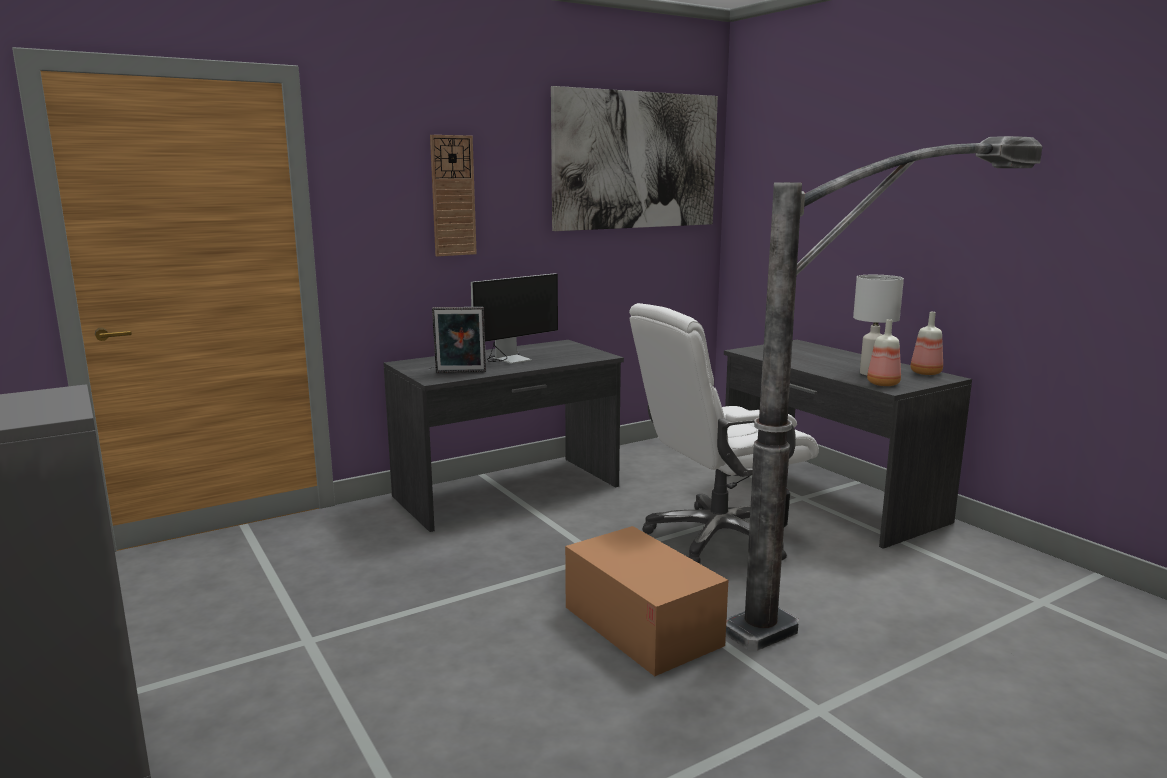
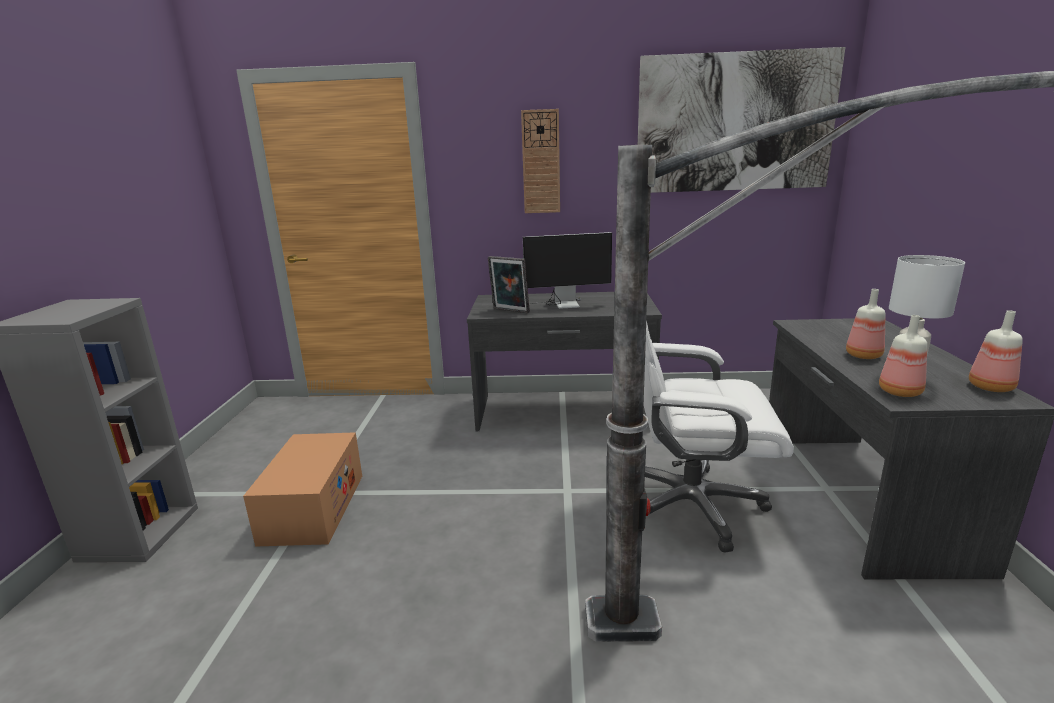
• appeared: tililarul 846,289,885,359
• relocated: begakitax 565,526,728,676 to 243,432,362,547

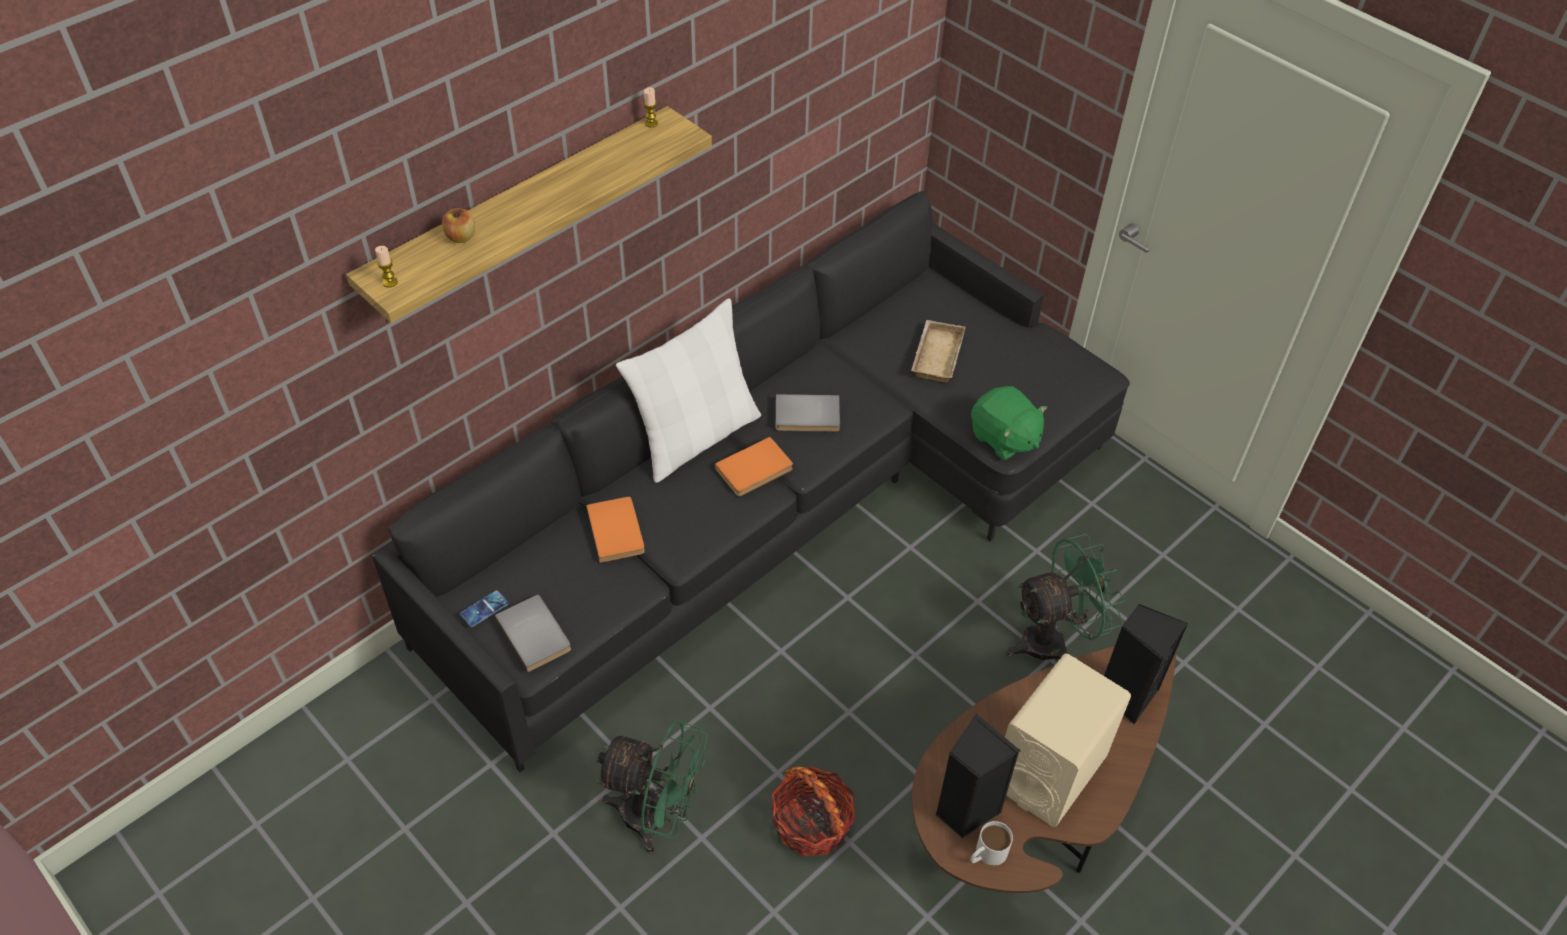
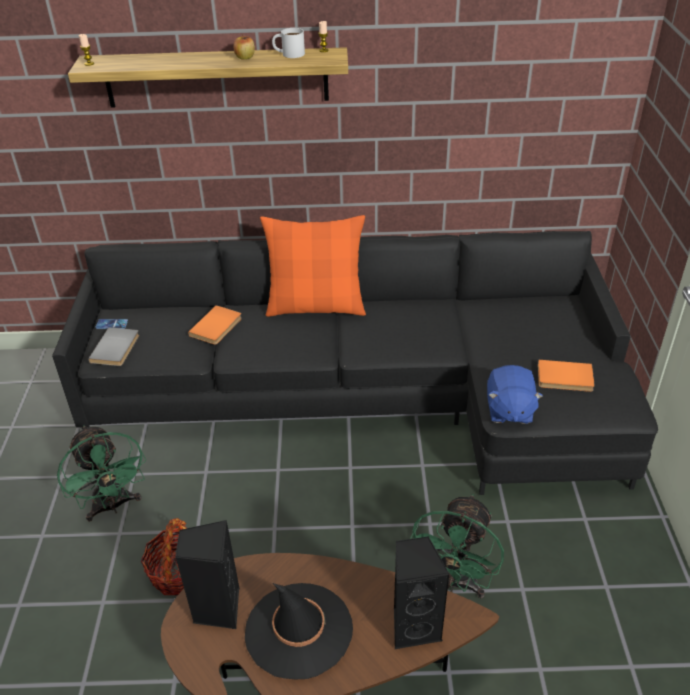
• missing: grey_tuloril 776,394,840,432
• missing: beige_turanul 911,320,966,382
• relocated: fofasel 442,208,475,243 to 234,34,255,60
• relocated: orange_tuloril 715,437,793,496 to 538,360,595,392
• relocated: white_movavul 970,821,1013,866 to 272,28,305,58
• exchanged: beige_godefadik 1005,654,1131,827 to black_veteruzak 245,583,353,679
• colour: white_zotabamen 616,298,761,483 to orange_zotabamen 260,215,366,317
• colour: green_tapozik 971,386,1047,460 to blue_tapozik 487,365,543,424
• spun: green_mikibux 1006,534,1126,660 = 410,494,504,598 90 degrees clockwise

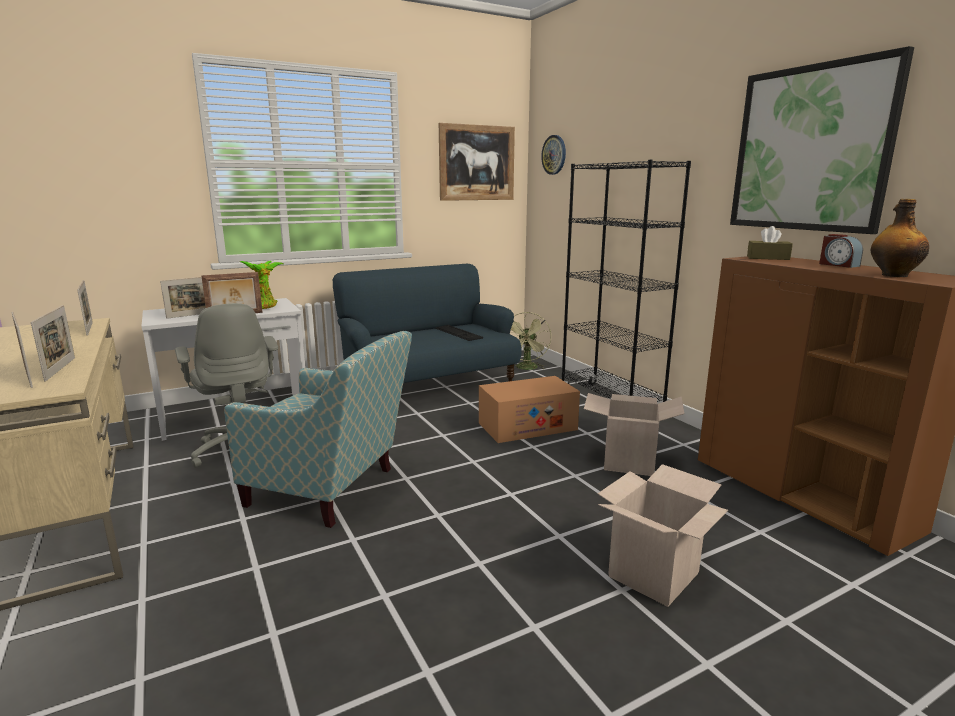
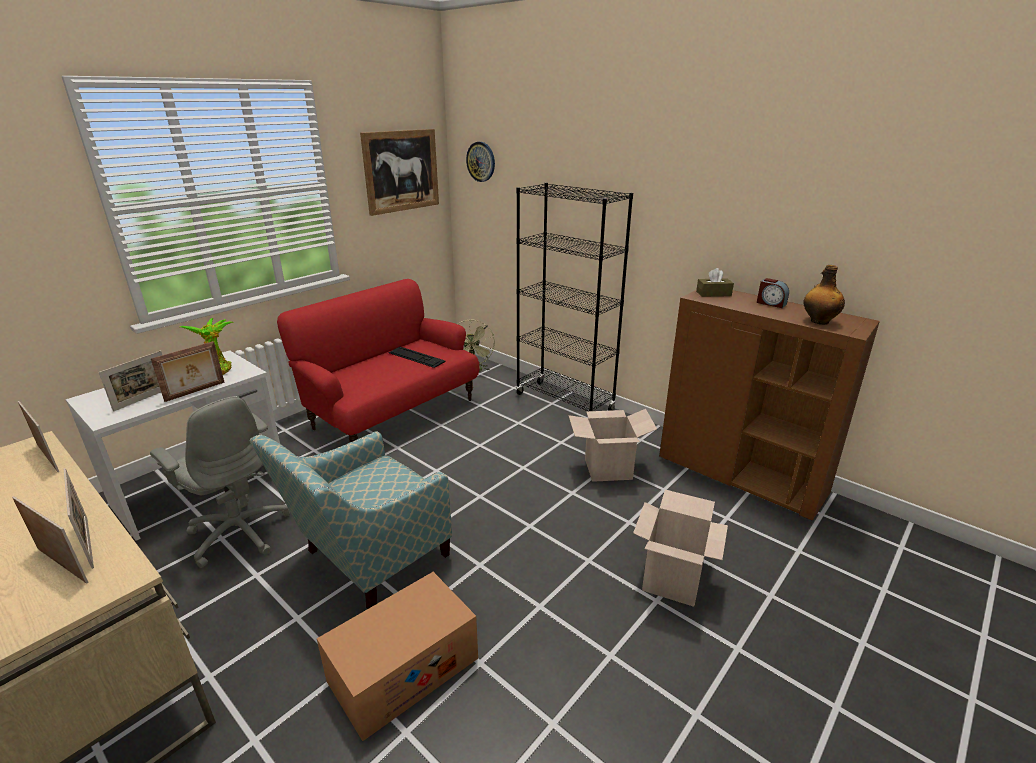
• missing: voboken 730,46,914,234
• relocated: begakitax 479,376,580,443 to 317,572,478,741
• colour: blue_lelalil 333,264,522,383 to red_lelalil 277,279,480,443
• spun: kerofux 224,331,412,528 = 250,431,452,609 135 degrees clockwise

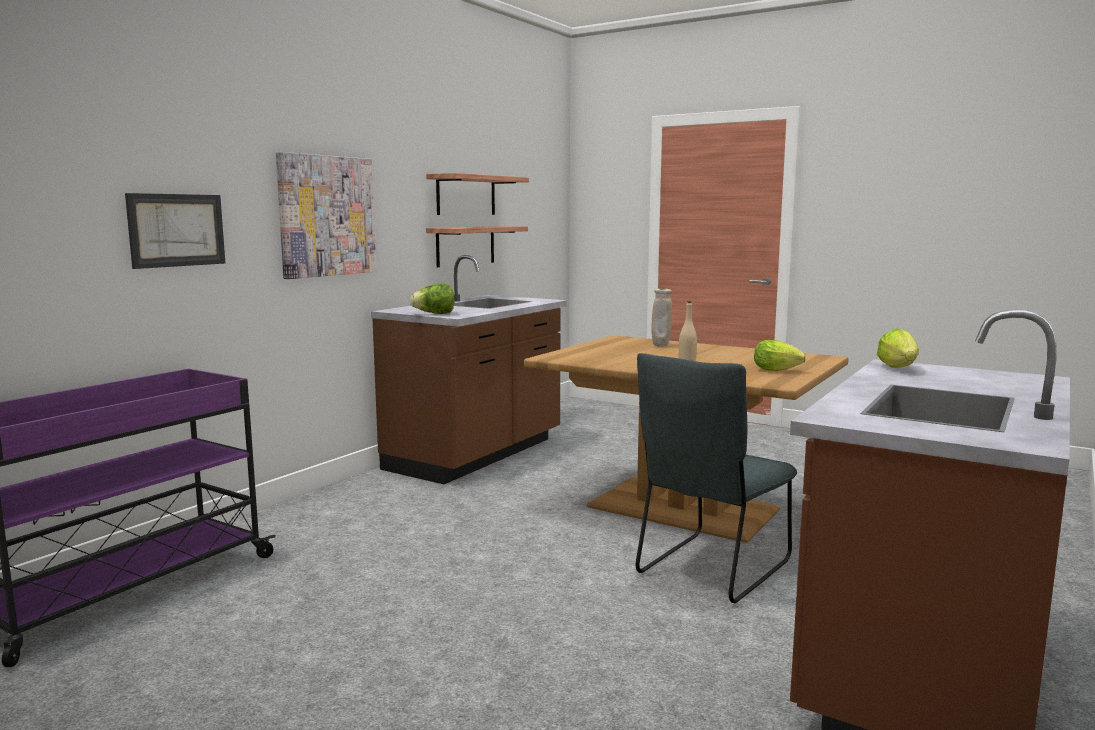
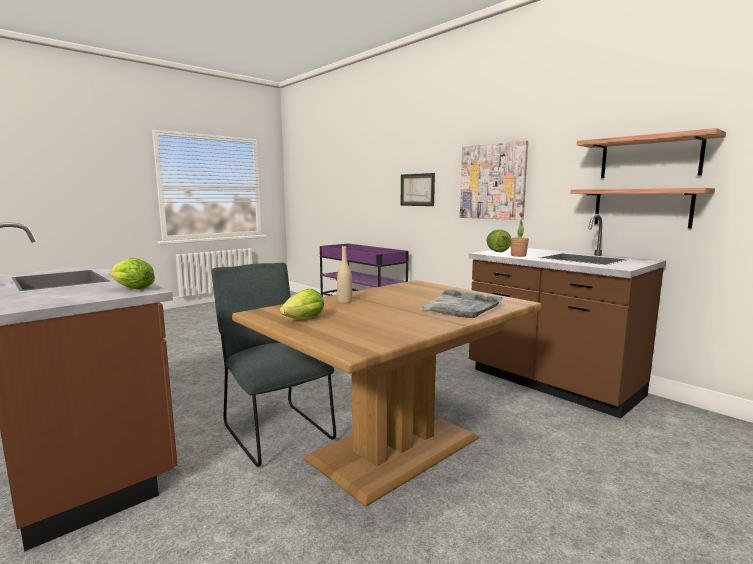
• appeared: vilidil 510,212,529,257
• exchanged: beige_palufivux 651,288,672,346 to grey_turanul 419,290,503,318

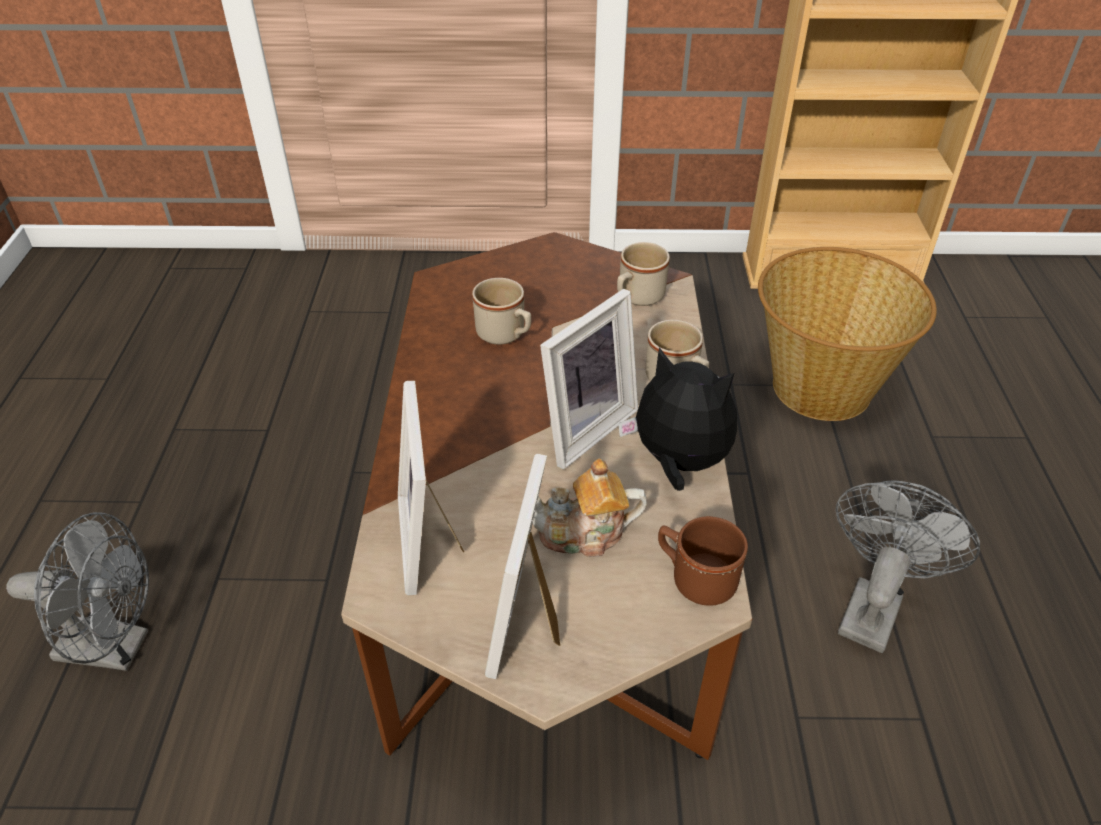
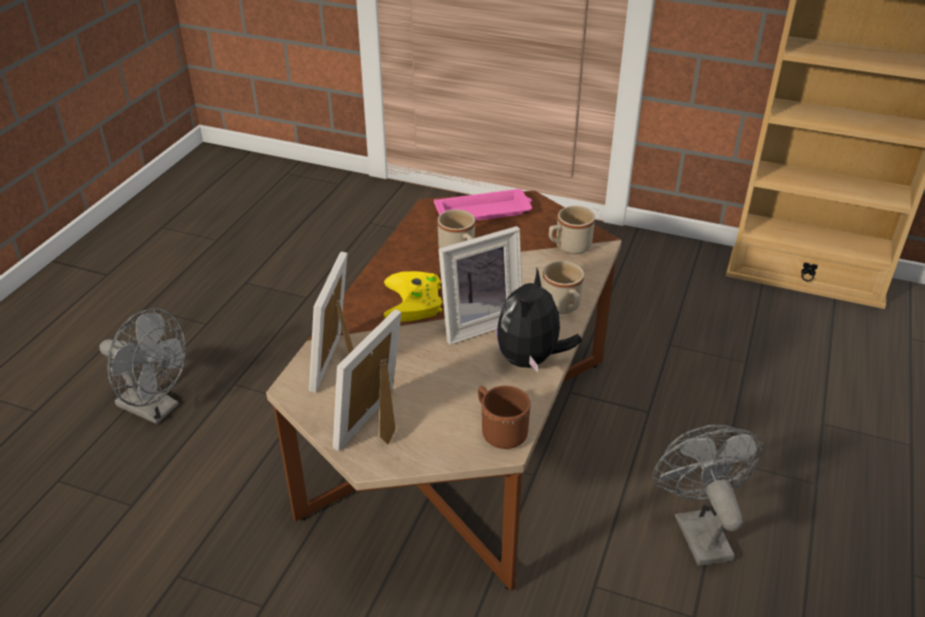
• missing: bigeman 533,459,647,557
• missing: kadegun 758,247,937,421
• appeared: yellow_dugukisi 384,271,442,322
• appeared: pink_turanul 434,189,532,221
• spun: tapozik 618,347,737,491 = 496,268,582,373 120 degrees counterclockwise
• spun: grey_mikibux 836,480,980,653 = 653,424,763,566 60 degrees counterclockwise

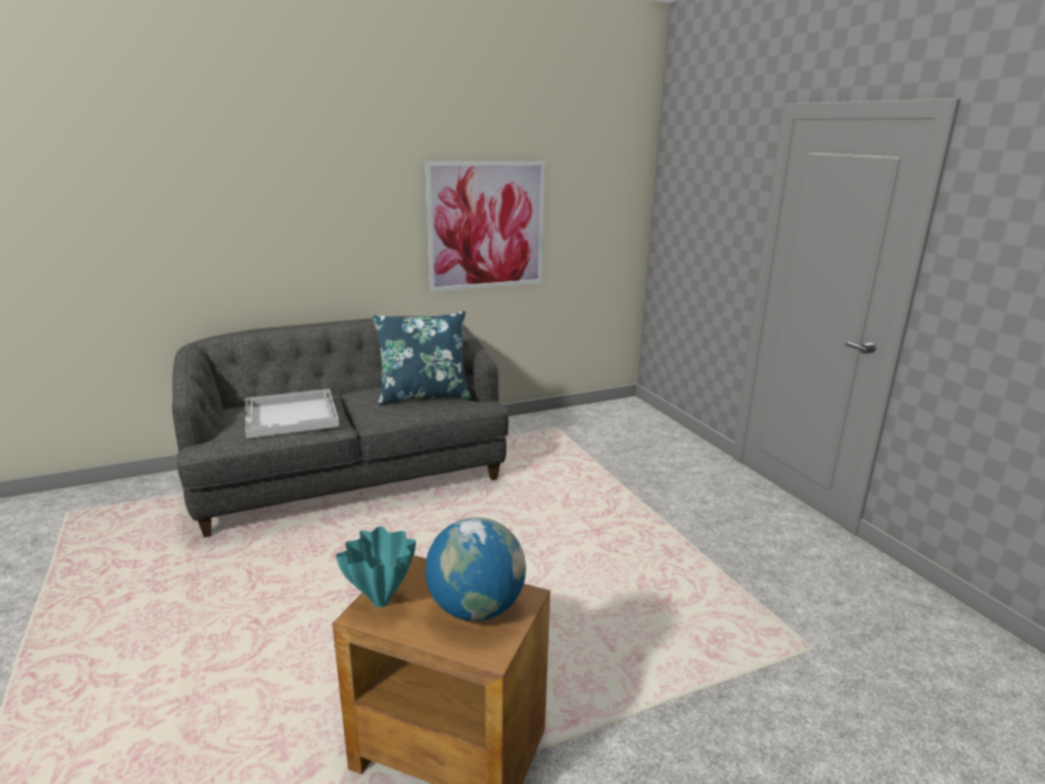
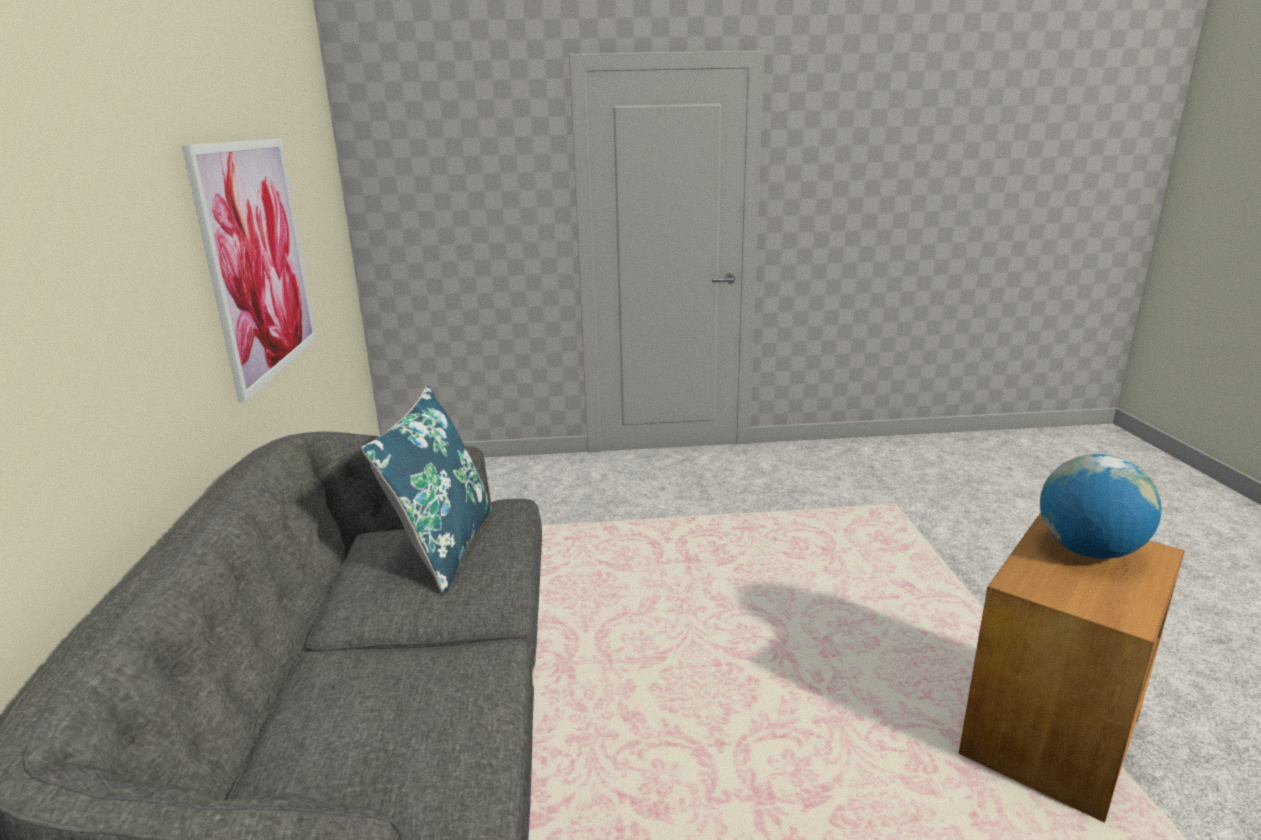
• missing: white_turanul 245,389,339,439
• missing: turquoise_palufivux 336,527,416,607

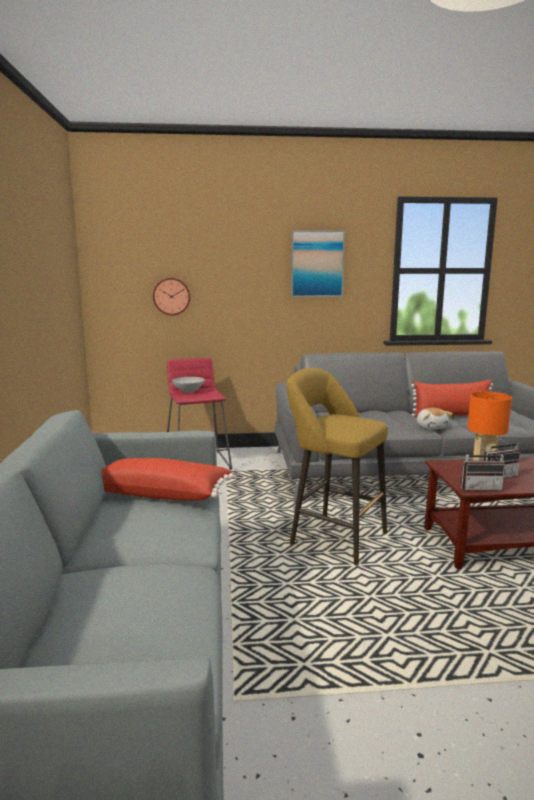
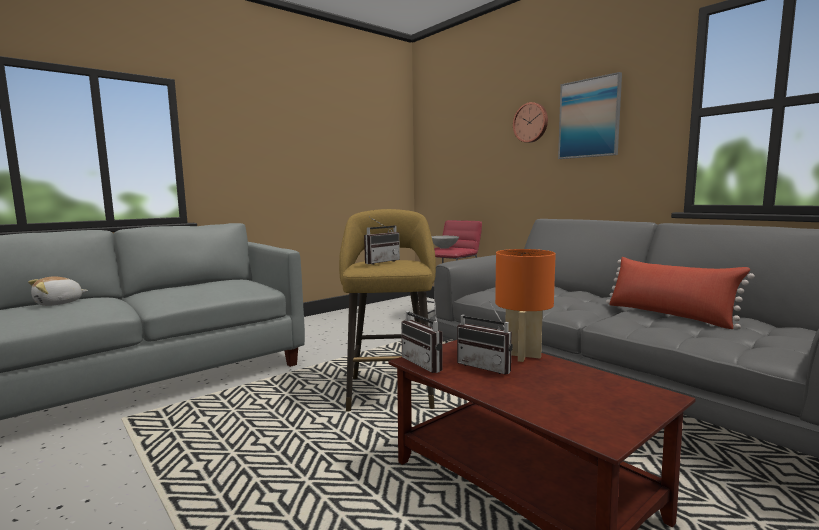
• missing: red_zotabamen 101,458,234,501
• appeared: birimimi 364,217,400,265
• relocated: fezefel 153,278,190,315 to 513,102,548,143
• relocated: tapozik 417,408,453,429 to 28,277,88,306

